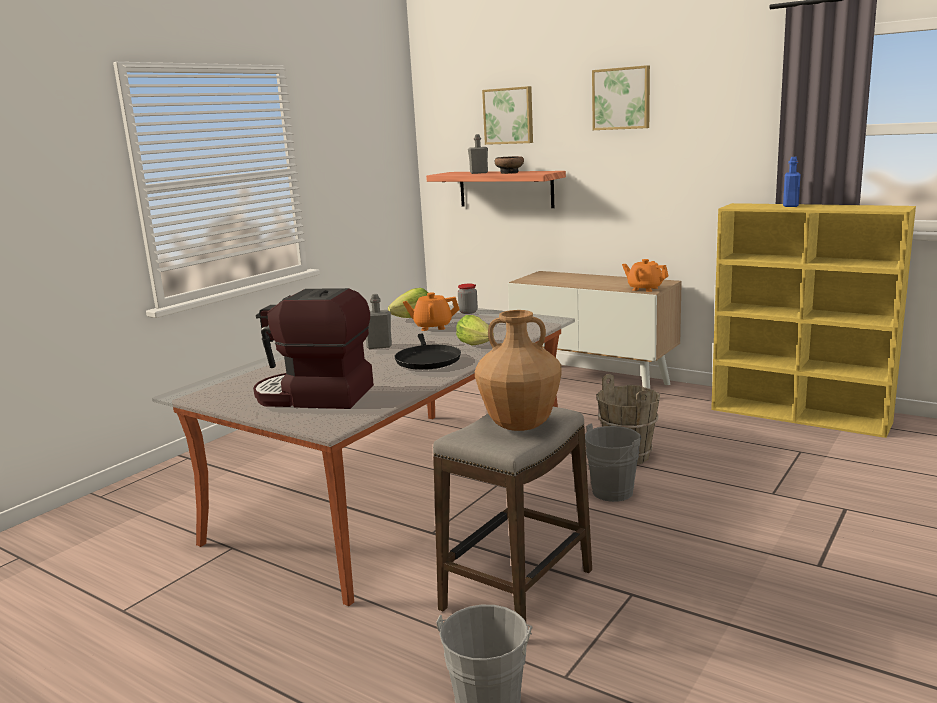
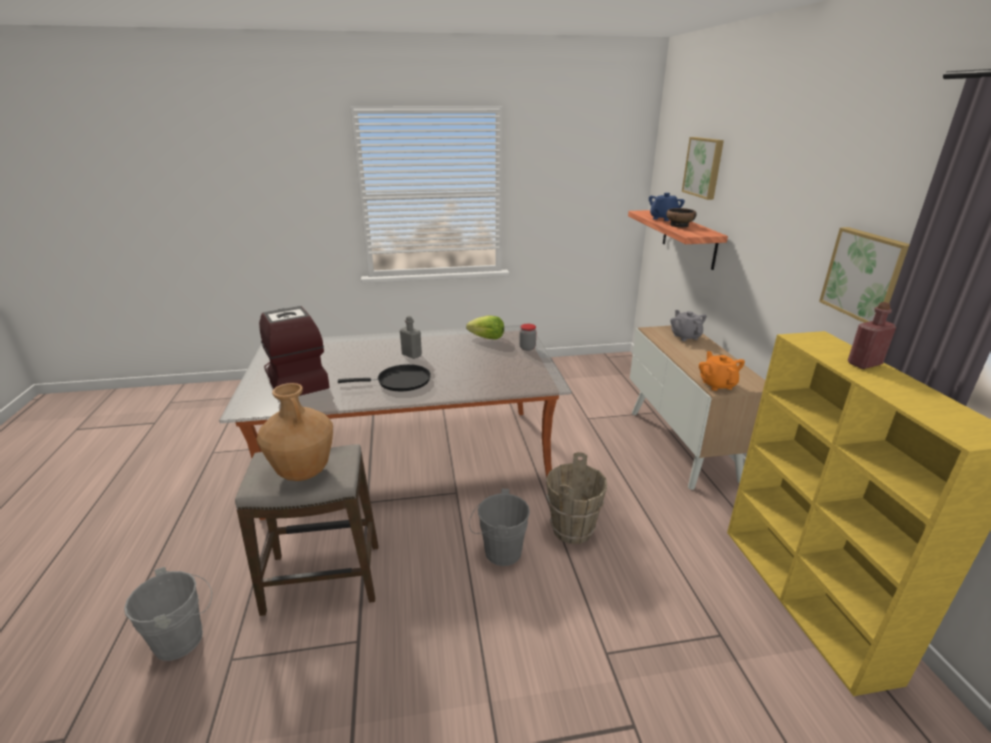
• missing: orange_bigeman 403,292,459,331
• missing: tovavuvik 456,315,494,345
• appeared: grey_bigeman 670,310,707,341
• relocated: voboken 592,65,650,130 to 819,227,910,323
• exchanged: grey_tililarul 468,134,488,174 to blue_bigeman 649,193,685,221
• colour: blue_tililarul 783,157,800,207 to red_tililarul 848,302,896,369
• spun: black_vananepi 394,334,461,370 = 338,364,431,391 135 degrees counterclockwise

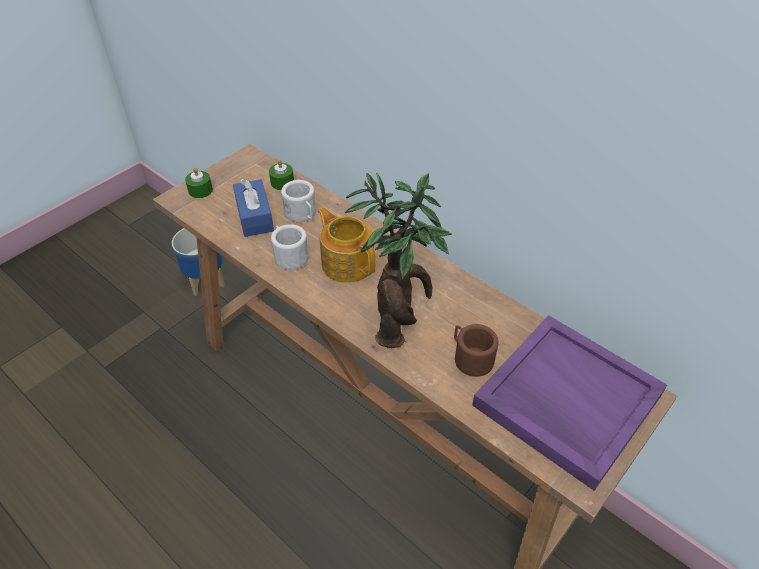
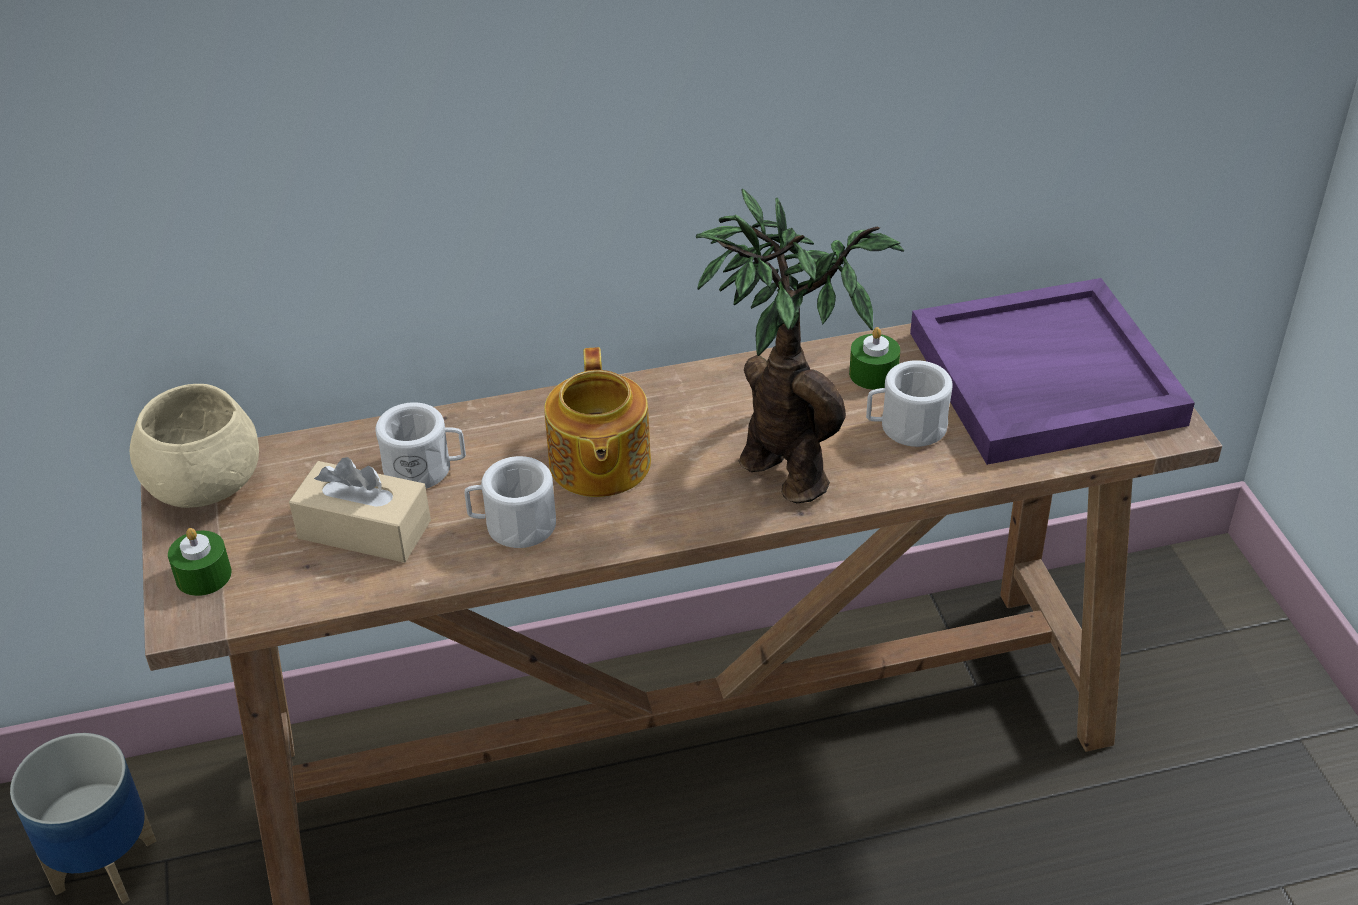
• appeared: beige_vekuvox 130,384,259,508
• relocated: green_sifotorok 269,160,294,190 to 849,327,900,390
• colour: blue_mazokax 233,179,274,237 to beige_mazokax 289,457,431,563
• colour: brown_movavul 454,324,499,377 to white_movavul 866,360,953,447
• spun: bigeman 318,207,376,283 = 544,347,651,497 90 degrees counterclockwise

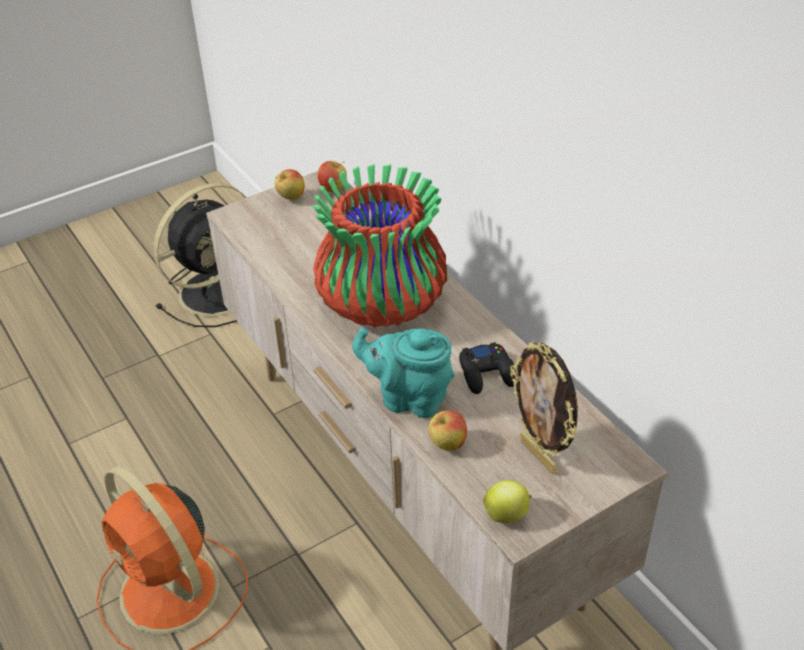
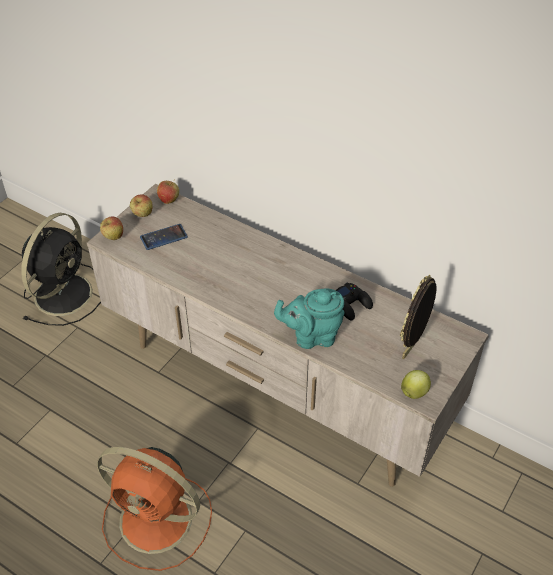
• missing: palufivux 313,164,447,328
• appeared: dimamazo 140,224,188,250
• relocated: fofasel 428,410,467,451 to 100,217,123,240
• spun: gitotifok 510,342,578,474 = 400,275,436,359 90 degrees clockwise

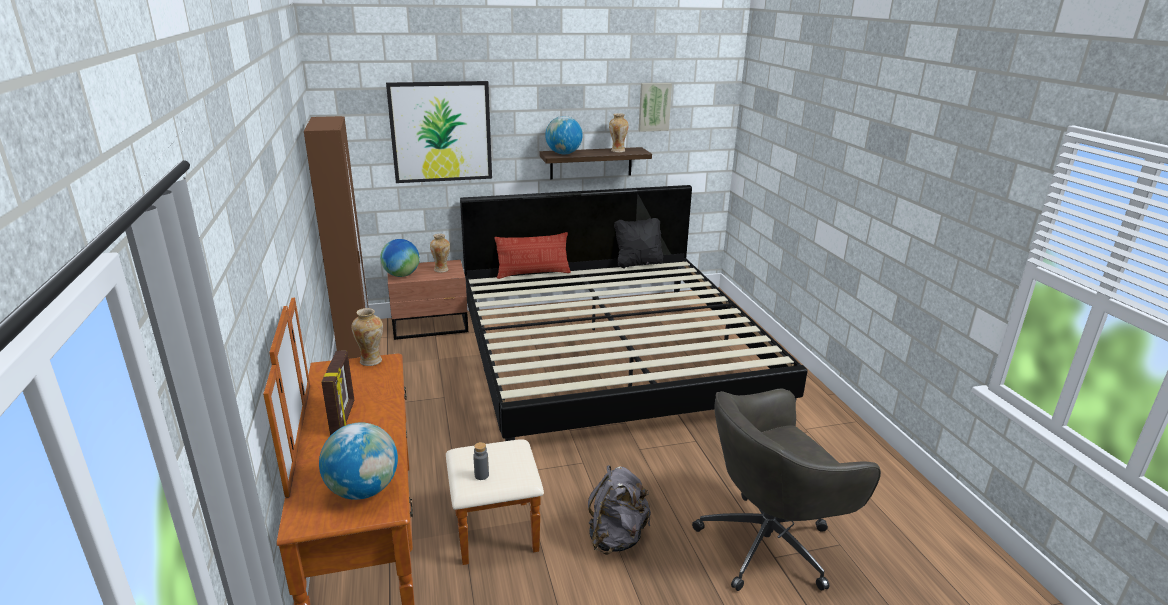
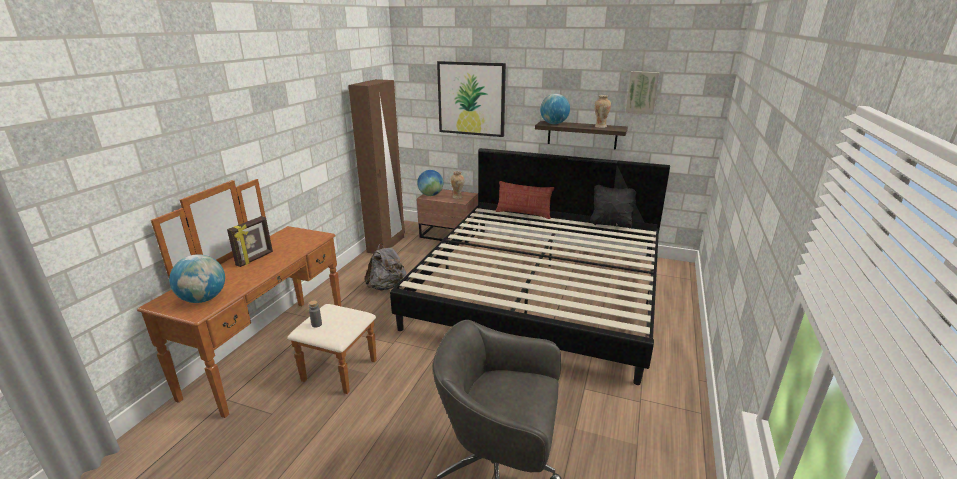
• missing: palufivux 352,308,383,366
• relocated: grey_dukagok 588,465,651,555 to 365,243,406,290

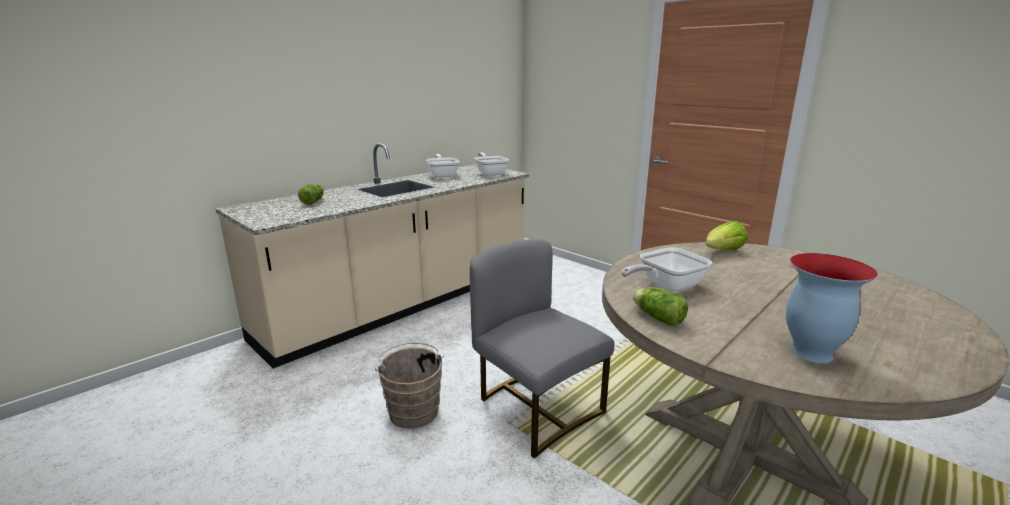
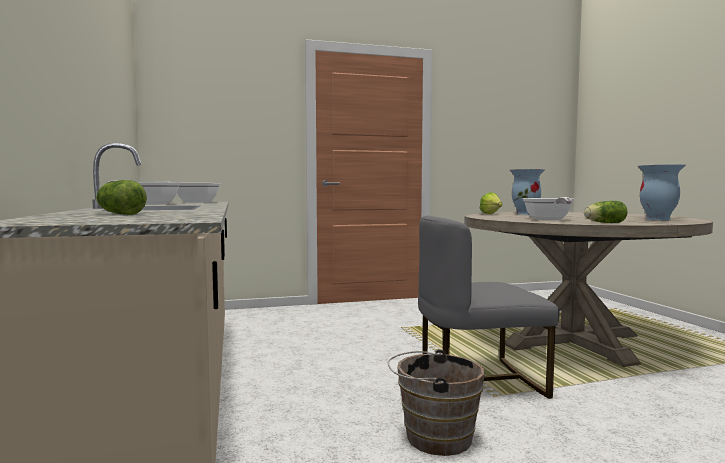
• appeared: palufivux 510,169,545,215

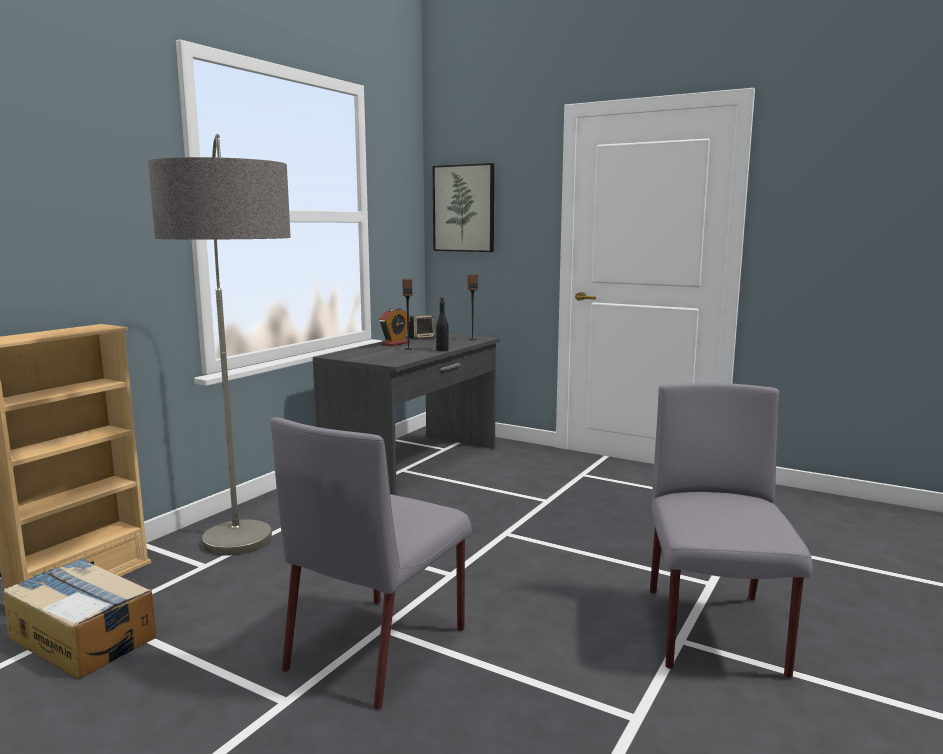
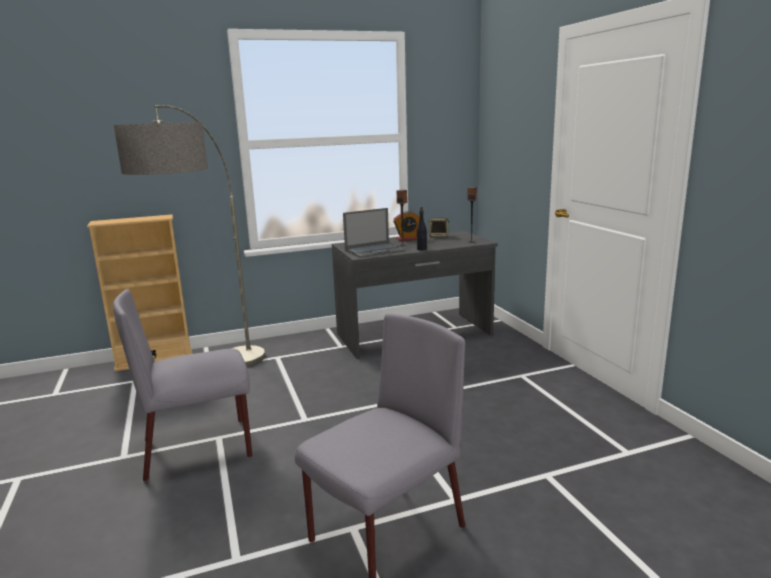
• missing: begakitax 3,558,156,679
• missing: voboken 433,163,494,252
• appeared: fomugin 343,208,405,258

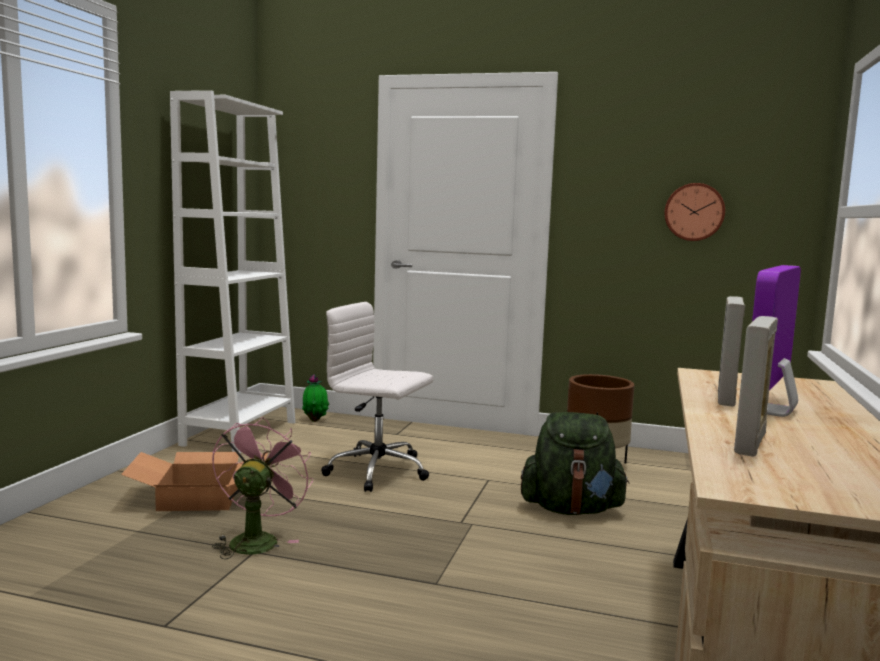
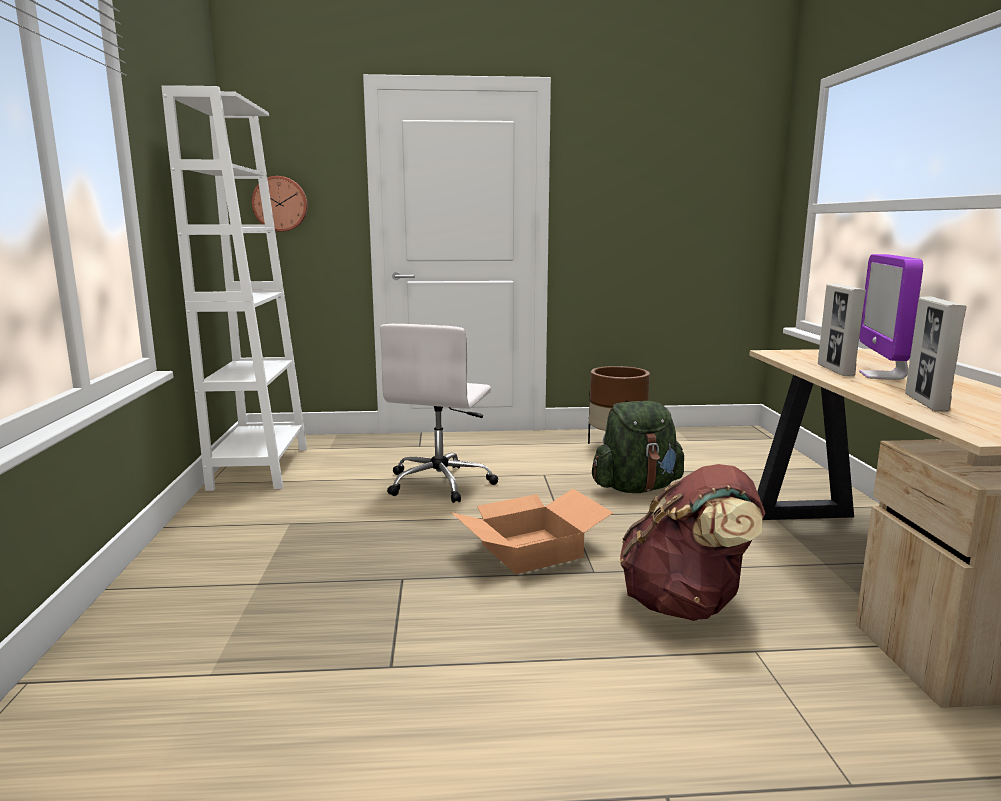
• missing: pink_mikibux 212,417,313,559
• missing: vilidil 302,374,329,422
• appeared: brown_dukagok 620,464,765,621
• relocated: begakitax 121,452,268,511 to 451,489,613,574
• relocated: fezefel 664,183,725,241 to 252,176,308,232
• spun: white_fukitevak 321,302,433,492 = 380,324,498,503 75 degrees counterclockwise

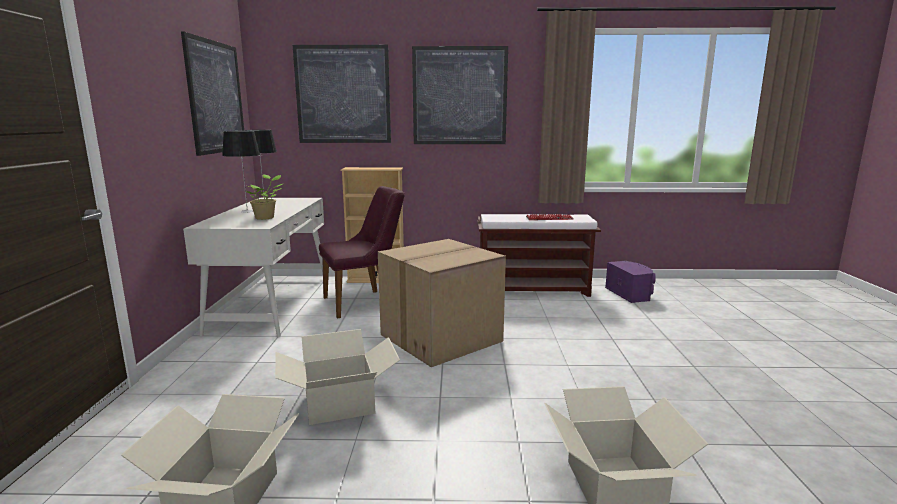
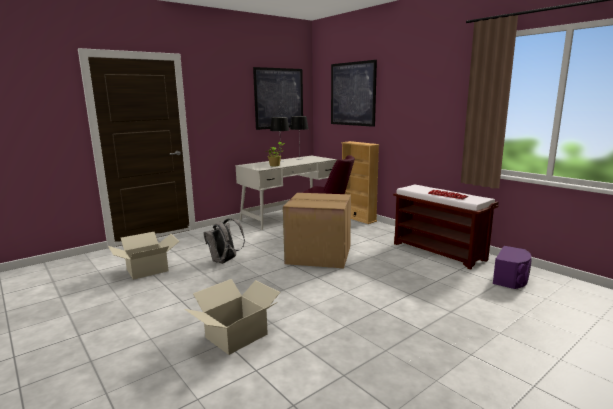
• missing: voboken 412,46,508,144
• exchanged: begakitax 275,329,400,425 to grey_dukagok 204,218,245,264

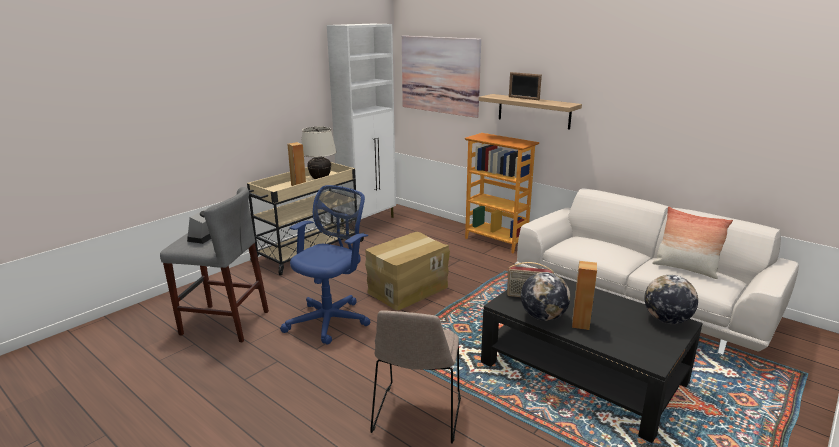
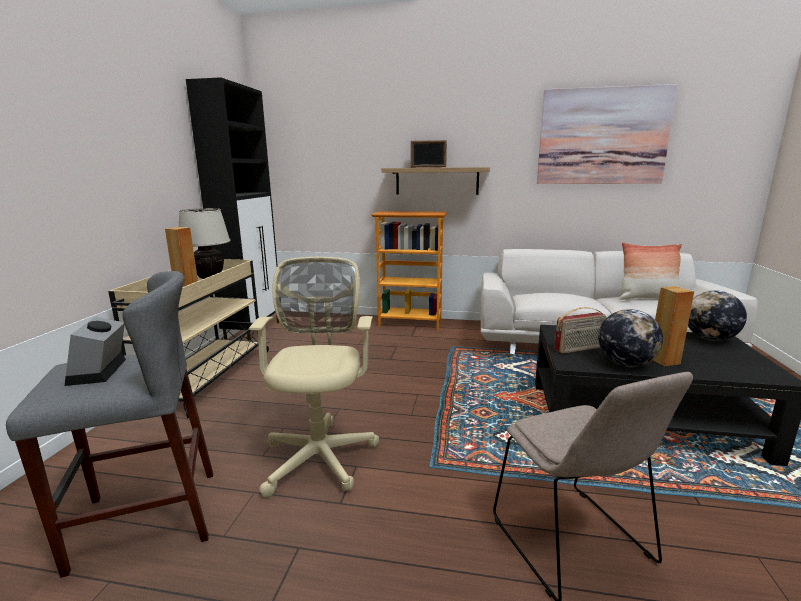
• missing: begakitax 365,232,450,310
• relocated: voboken 402,36,481,118 to 537,84,678,184
• colour: blue_fukitevak 280,185,371,345 to beige_fukitevak 249,257,379,498
• colour: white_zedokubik 327,24,396,221 to black_zedokubik 186,77,279,341

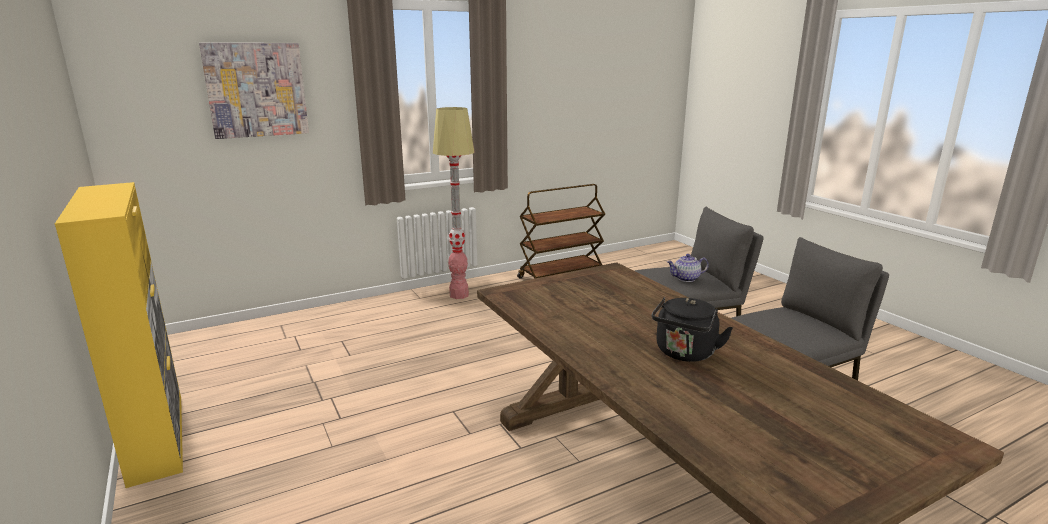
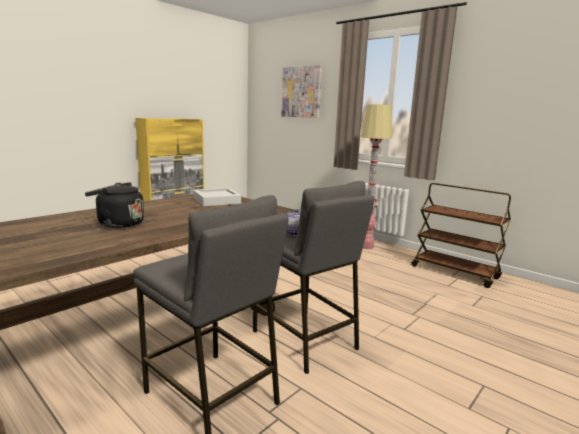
• appeared: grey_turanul 193,188,241,207

